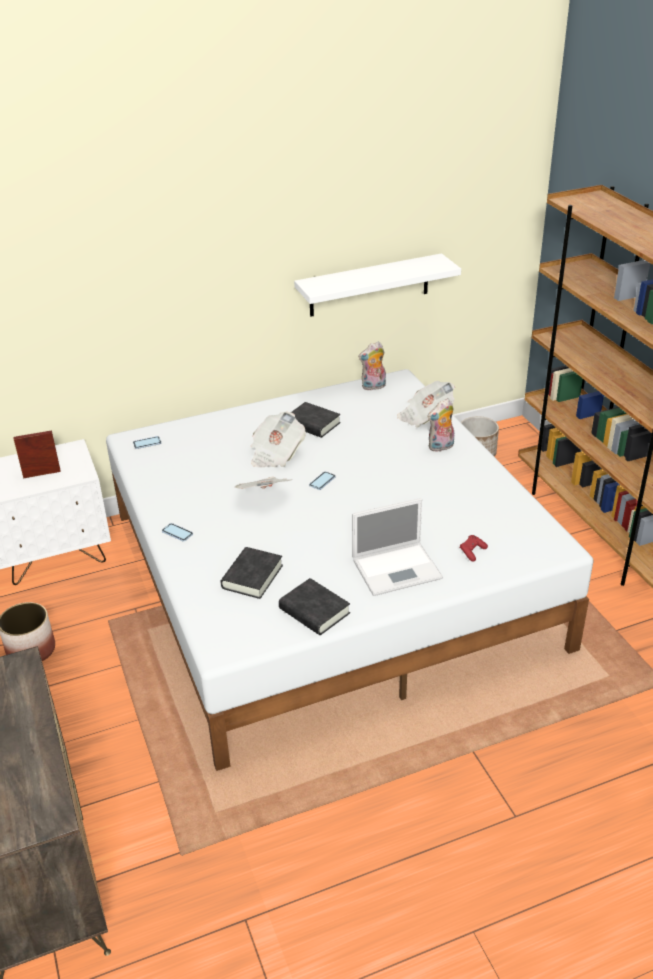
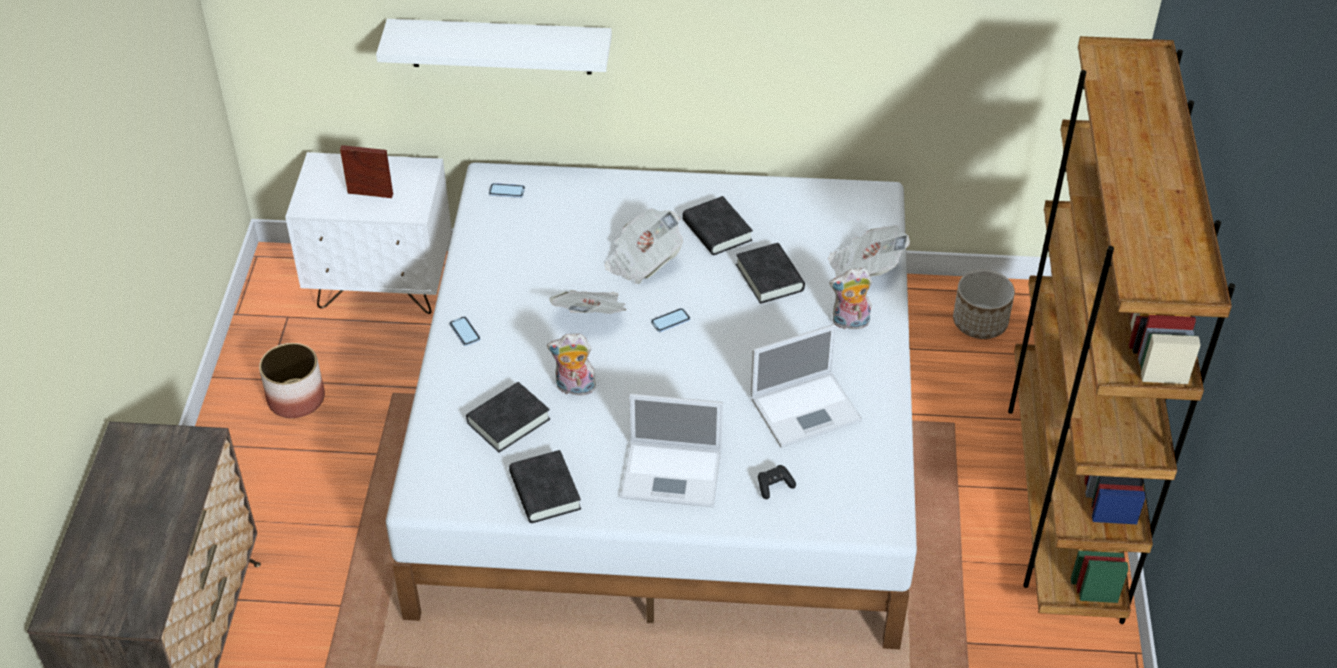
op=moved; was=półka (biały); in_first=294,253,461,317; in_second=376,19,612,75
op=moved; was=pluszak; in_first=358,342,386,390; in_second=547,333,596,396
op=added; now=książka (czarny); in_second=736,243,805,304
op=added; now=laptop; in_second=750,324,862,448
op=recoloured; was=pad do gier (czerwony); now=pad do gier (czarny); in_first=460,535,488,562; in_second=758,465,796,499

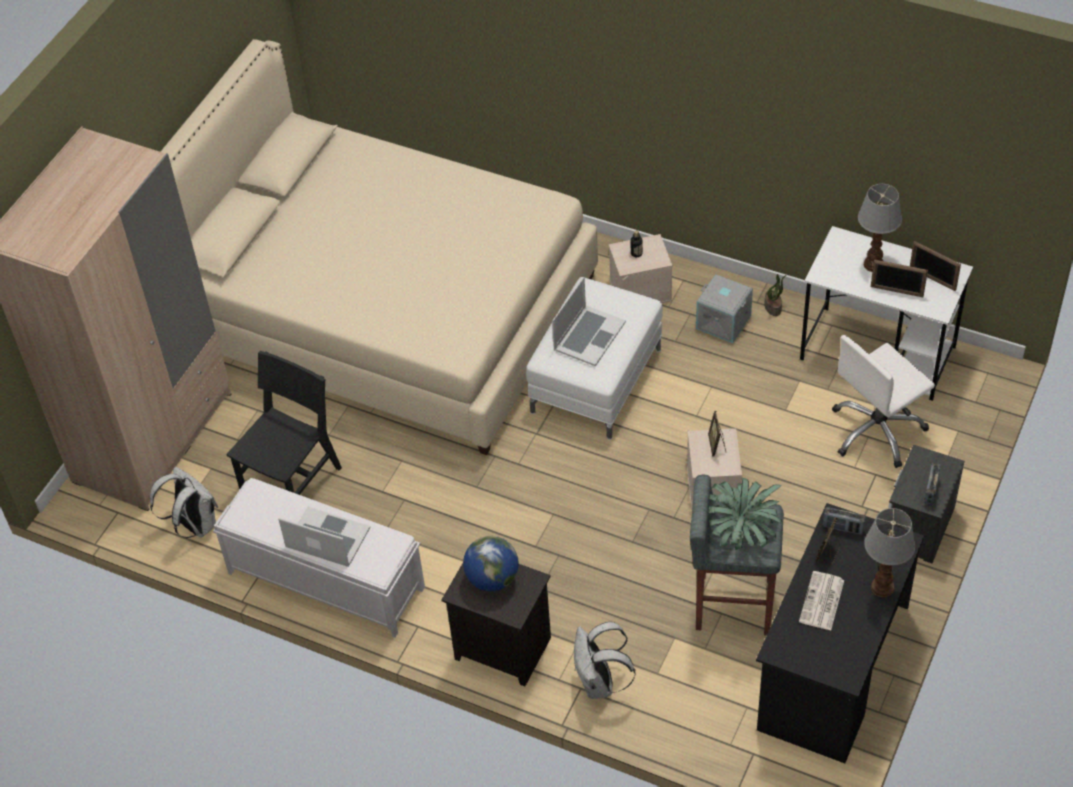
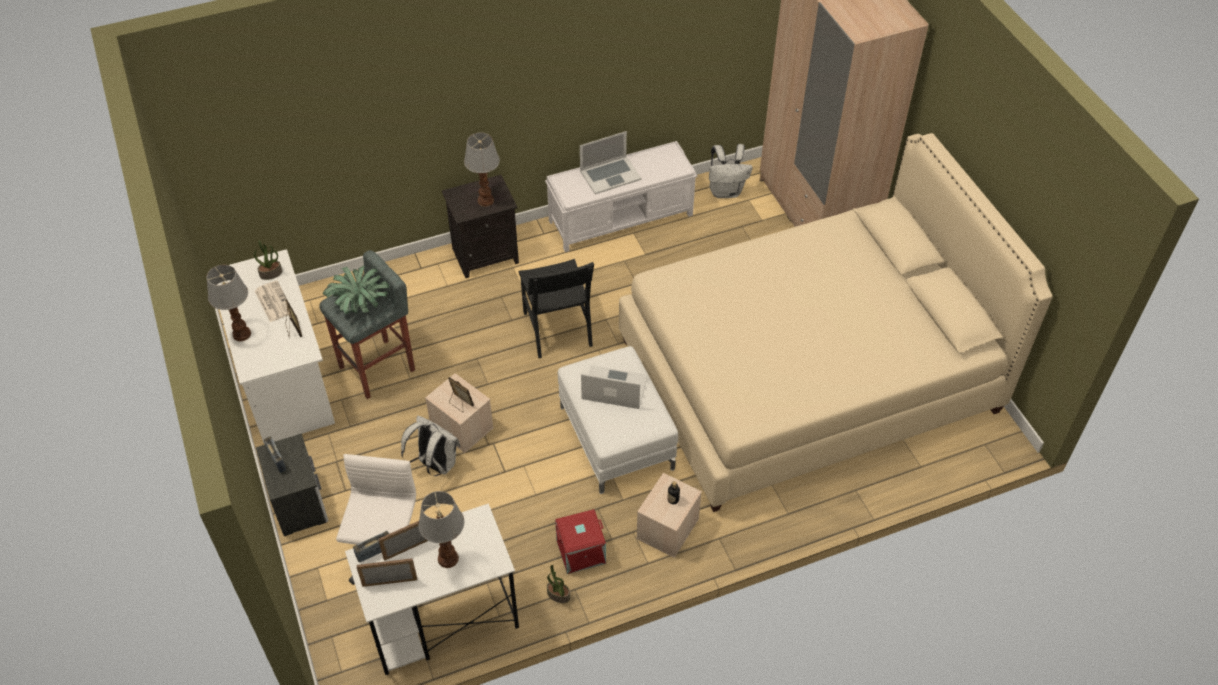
op=recoloured; was=biurko (czarny); now=biurko (biały); in_first=756,503,924,763; in_second=209,249,335,445
op=added; now=roślina doniczkowa; in_second=254,240,282,280
op=moved; was=radio; in_first=823,507,866,535; in_second=353,531,389,562
op=moved; was=plecak (biały); in_first=574,622,636,699; in_second=401,416,461,476
op=replaced; was=globus; now=lampa stołowa; in_first=463,536,519,591; in_second=464,133,500,207
op=moved; was=krzesło (czarny); in_first=226,351,342,495; in_second=519,259,594,358
op=recoloured; was=pojemnik do przechowywania (szary); now=pojemnik do przechowywania (czerwony); in_first=696,274,753,343; in_second=555,509,606,574
op=turned; was=laptop; in_first=552,277,626,366; in_second=581,365,648,409; clockwise=120

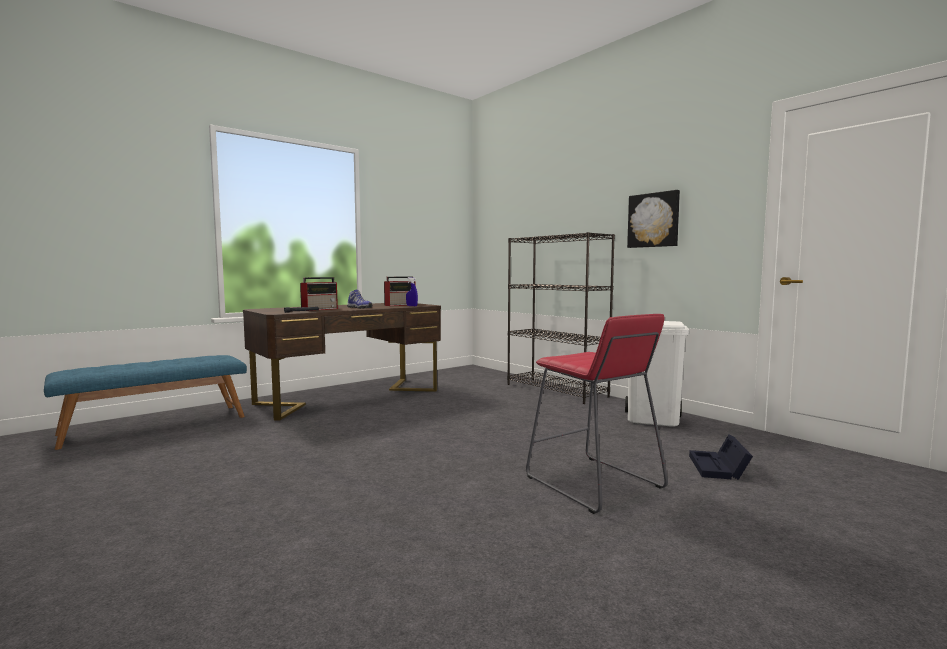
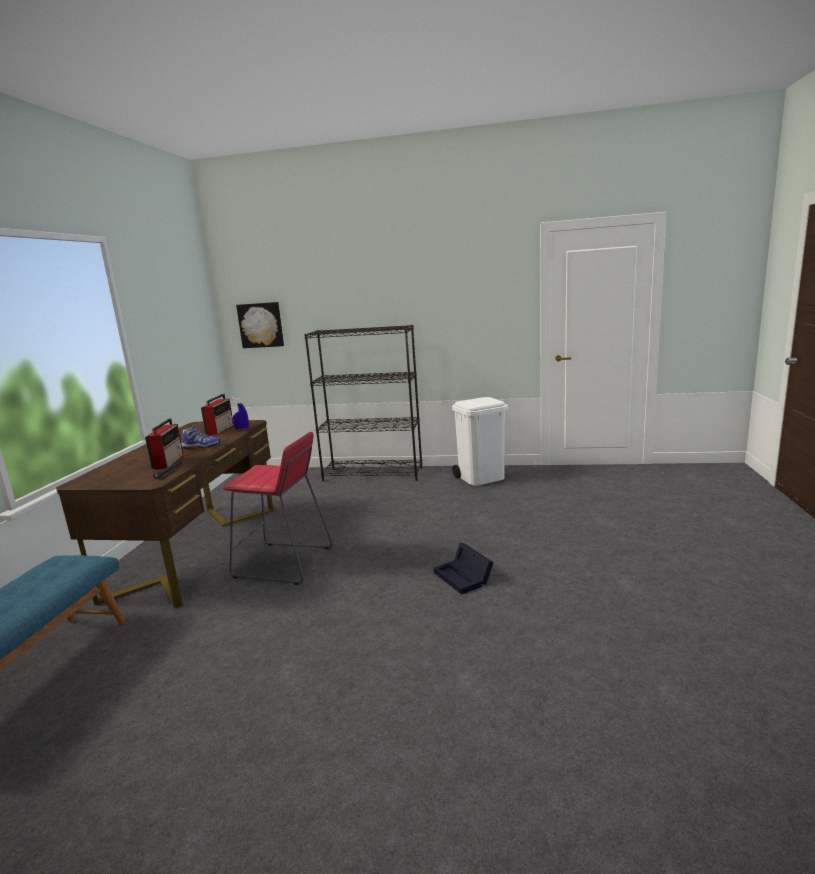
op=moved; was=stołek (czerwony); in_first=526,314,668,514; in_second=223,432,333,585
op=moved; was=obraz; in_first=627,190,680,248; in_second=236,302,284,348
op=moved; was=pojemnik do przechowywania (czarny); in_first=689,434,753,480; in_second=434,543,494,595

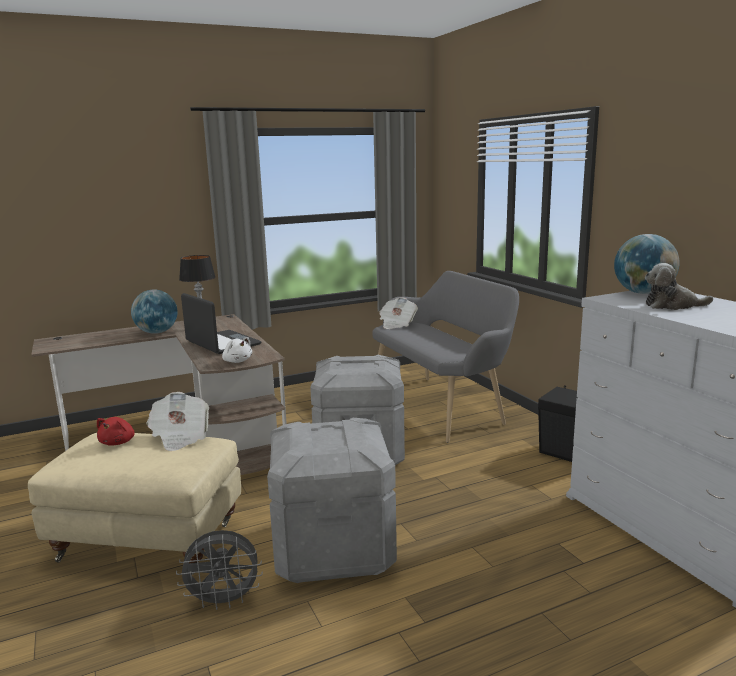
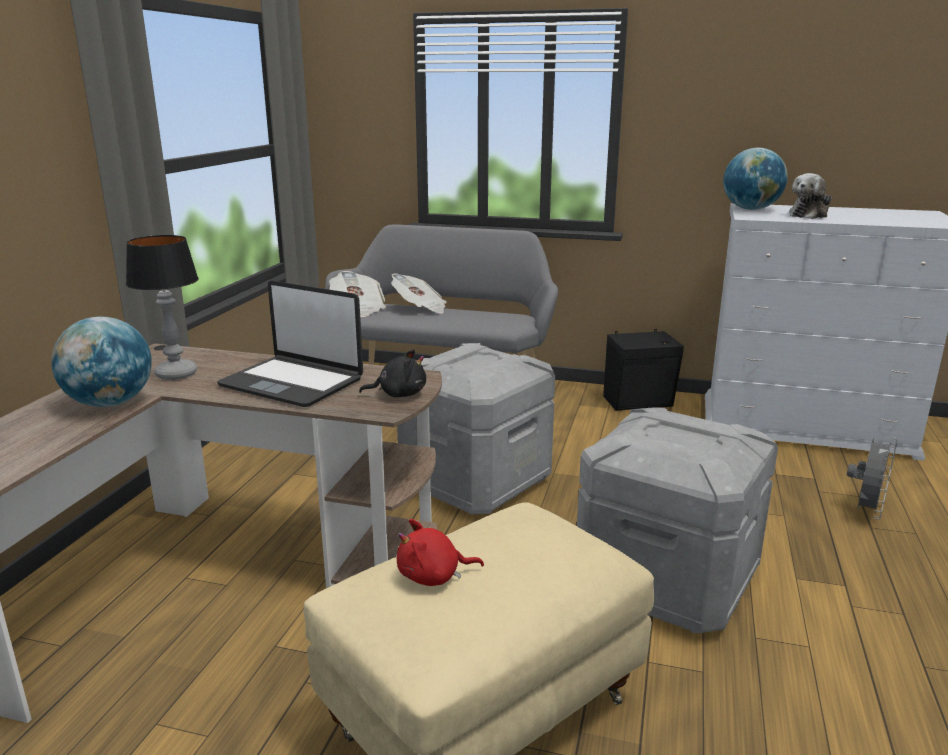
op=turned; was=laptop; in_first=181,293,261,354; in_second=217,280,363,407; clockwise=-150
op=recoloured; was=pluszak (biały); now=pluszak (czarny); in_first=222,337,252,363; in_second=359,350,426,398
op=moved; was=gazeta; in_first=147,392,209,451; in_second=391,273,447,314
op=turned; was=pluszak (czerwony); in_first=97,417,135,446; in_second=397,519,484,586; clockwise=120
op=moved; was=wentylator (szary); in_first=176,530,263,610; in_second=847,437,898,520

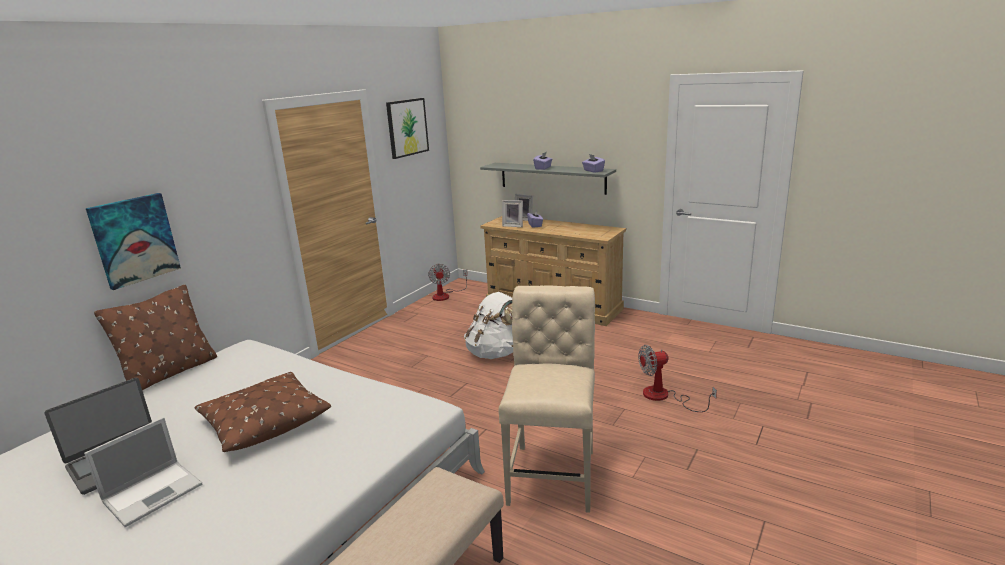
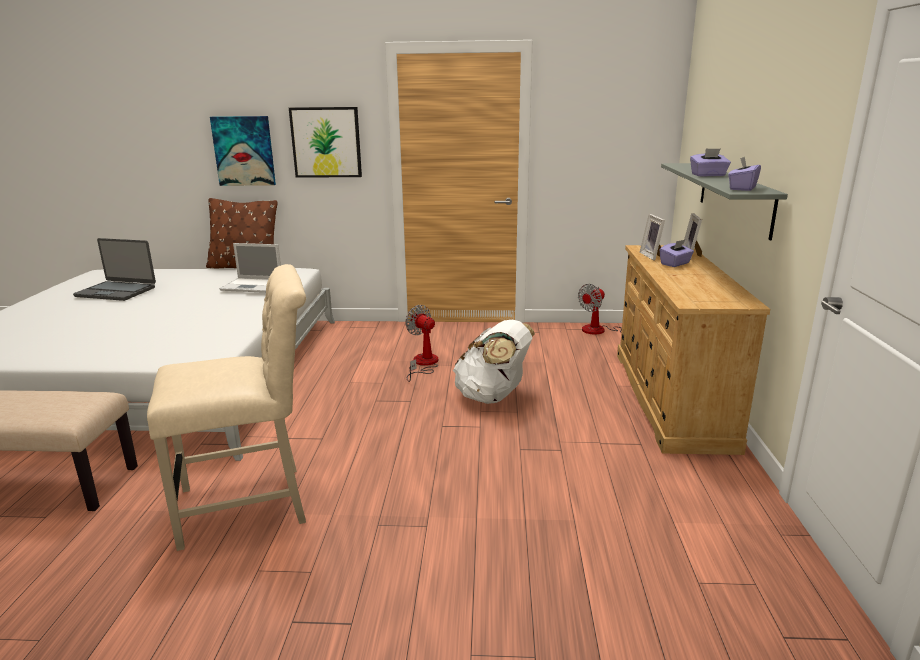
op=moved; was=laptop; in_first=84,417,202,527; in_second=220,243,281,293
op=moved; was=obraz; in_first=386,98,429,159; in_second=289,107,362,178
op=moved; was=wentylator; in_first=638,345,717,412; in_second=405,305,438,382
op=removed; was=poduszka (brązowy); in_first=195,372,331,452

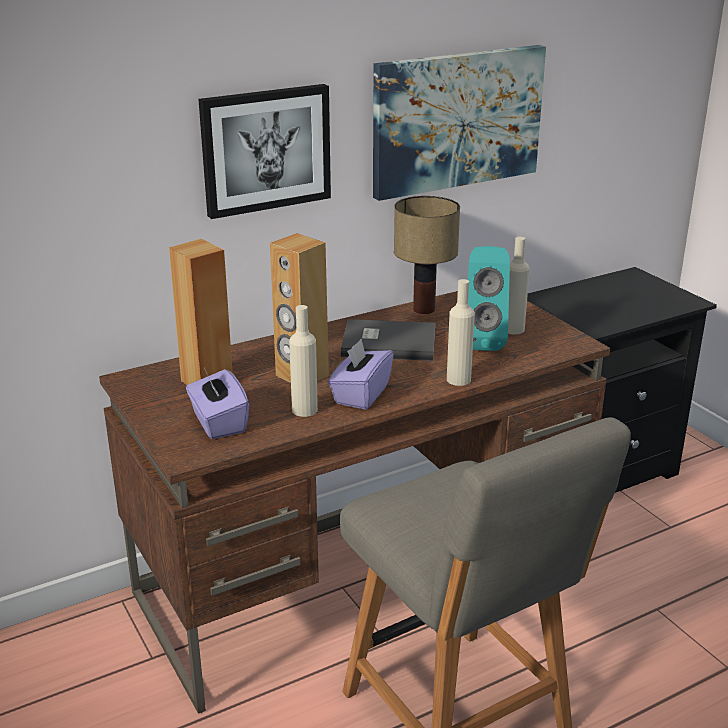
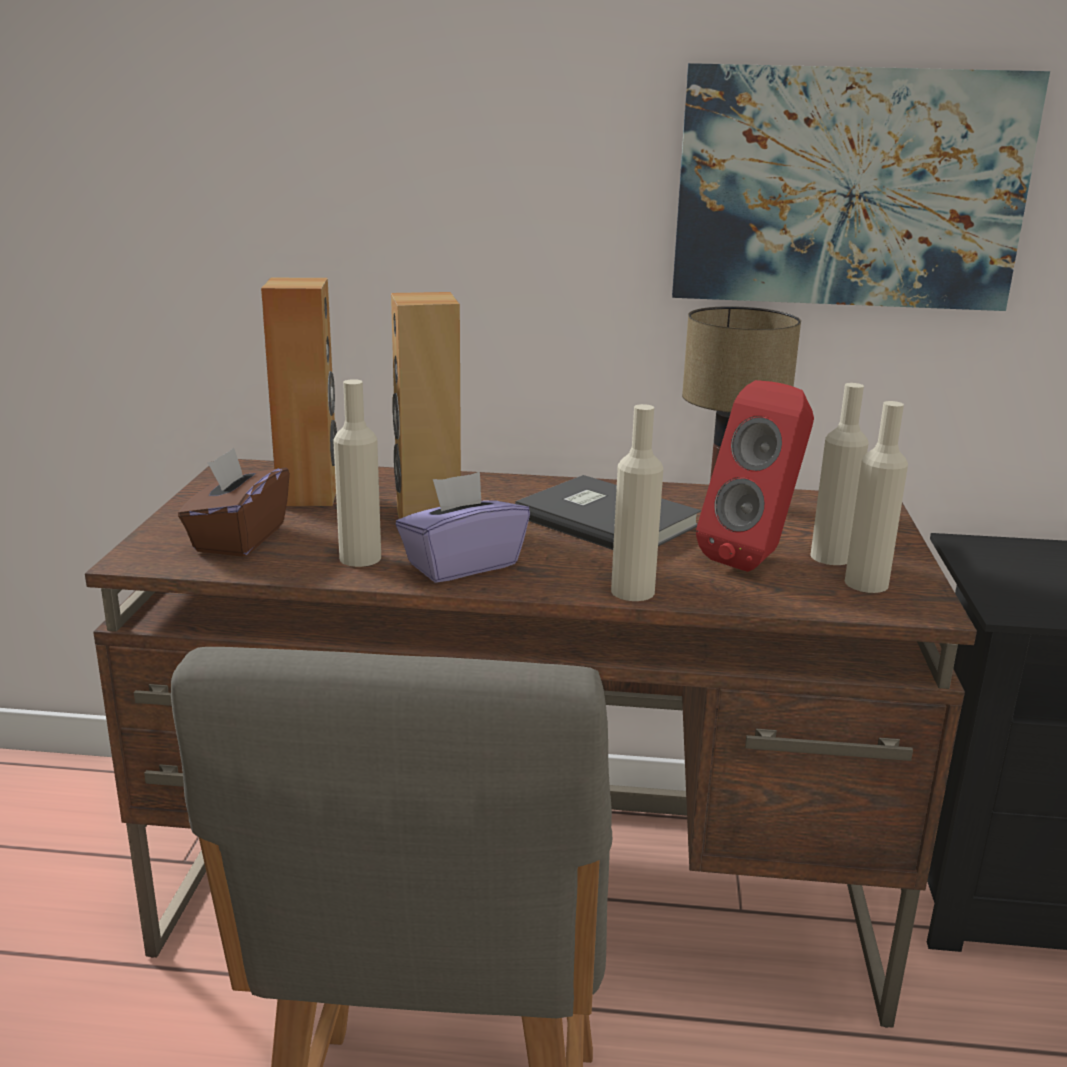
op=recoloured; was=pudełko chusteczek (fioletowy); now=pudełko chusteczek (brązowy); in_first=186,368,249,439; in_second=178,447,290,557
op=recoloured; was=głośnik (turkusowy); now=głośnik (czerwony); in_first=468,246,510,351; in_second=696,380,814,572
op=added; now=butelka (beżowy); in_second=845,401,908,593
op=removed; was=obraz; in_first=198,84,331,219

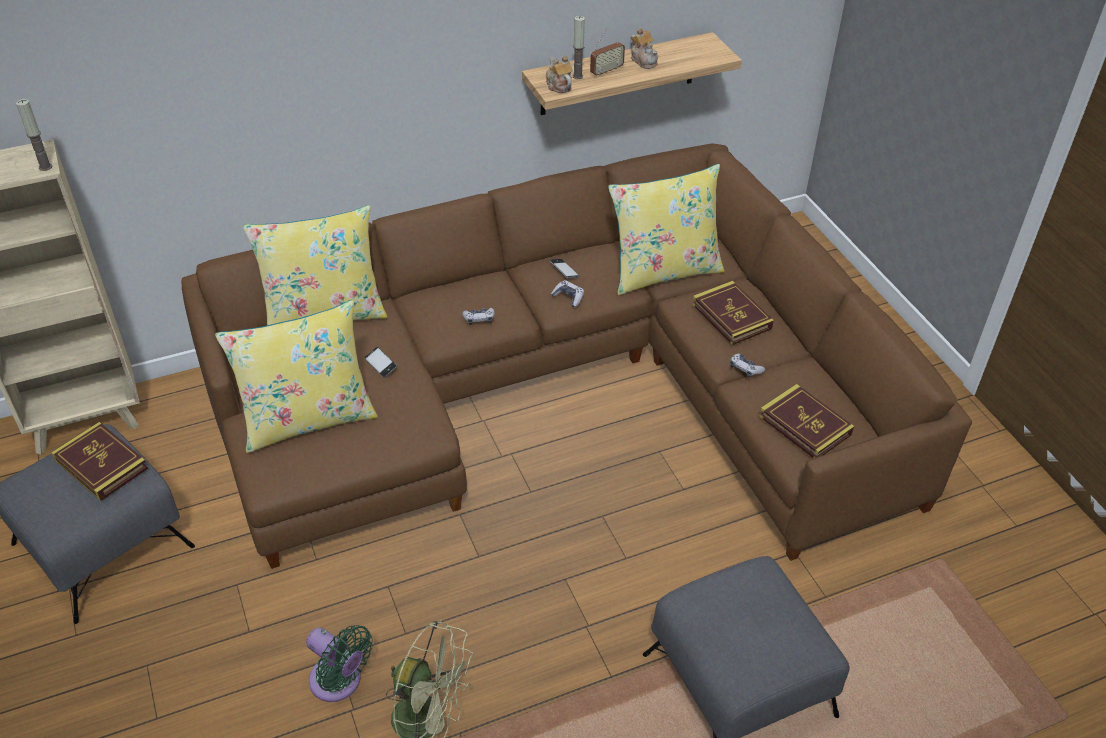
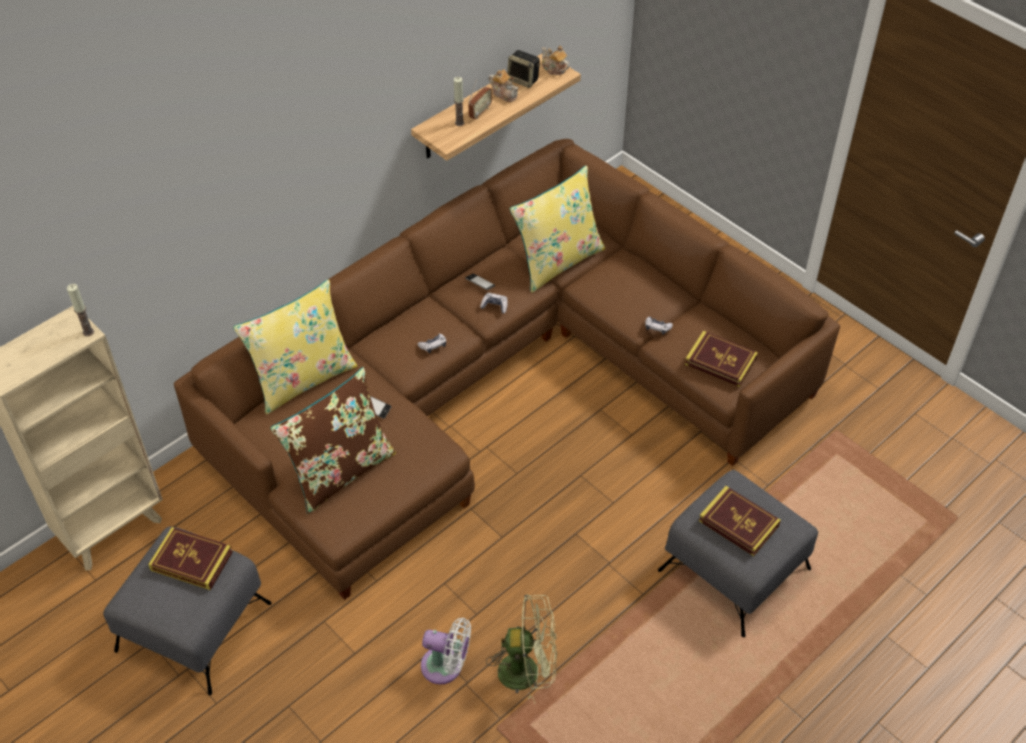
op=recoloured; was=poduszka (żółty); now=poduszka (brązowy); in_first=215,300,378,453; in_second=270,367,396,514
op=recoloured; was=wentylator (zielony); now=wentylator (biały); in_first=306,625,373,702; in_second=421,618,471,685
op=added; now=głośnik; in_second=507,50,540,88
op=moved; was=imbryk; in_first=546,56,573,93; in_second=542,45,570,75
op=moved; was=książka; in_first=692,281,774,346; in_second=699,486,781,556

